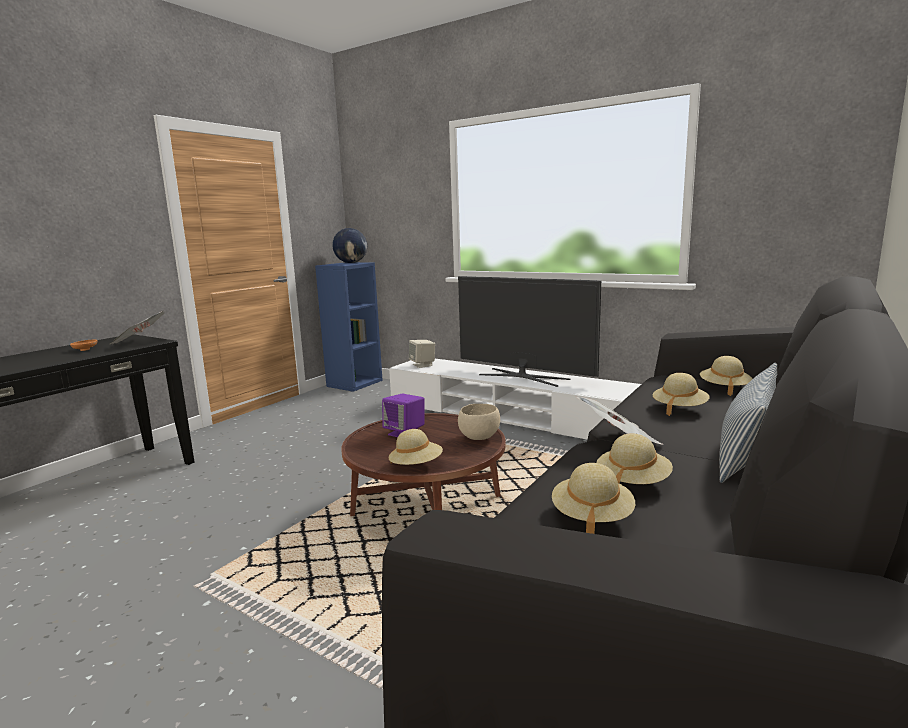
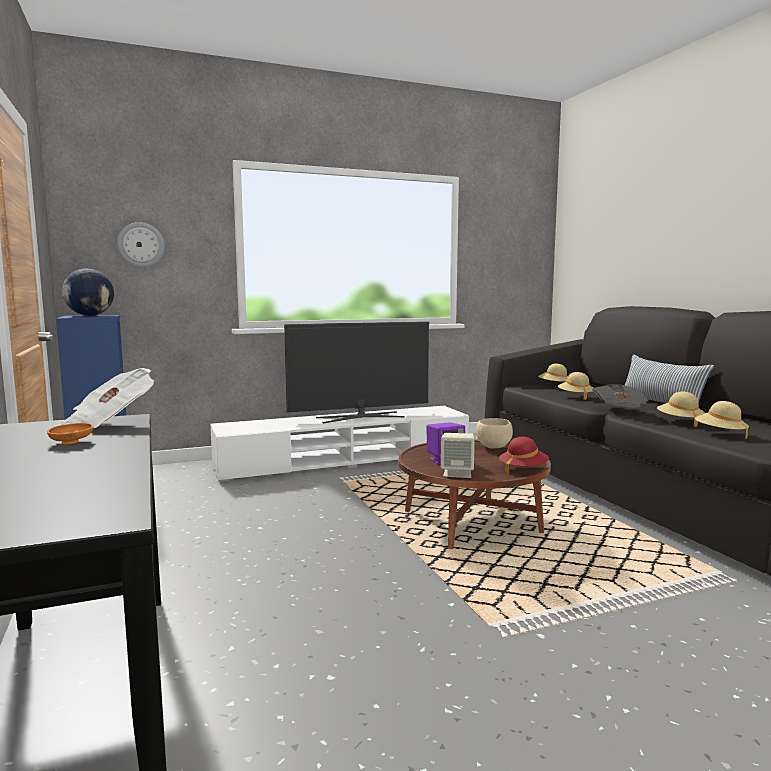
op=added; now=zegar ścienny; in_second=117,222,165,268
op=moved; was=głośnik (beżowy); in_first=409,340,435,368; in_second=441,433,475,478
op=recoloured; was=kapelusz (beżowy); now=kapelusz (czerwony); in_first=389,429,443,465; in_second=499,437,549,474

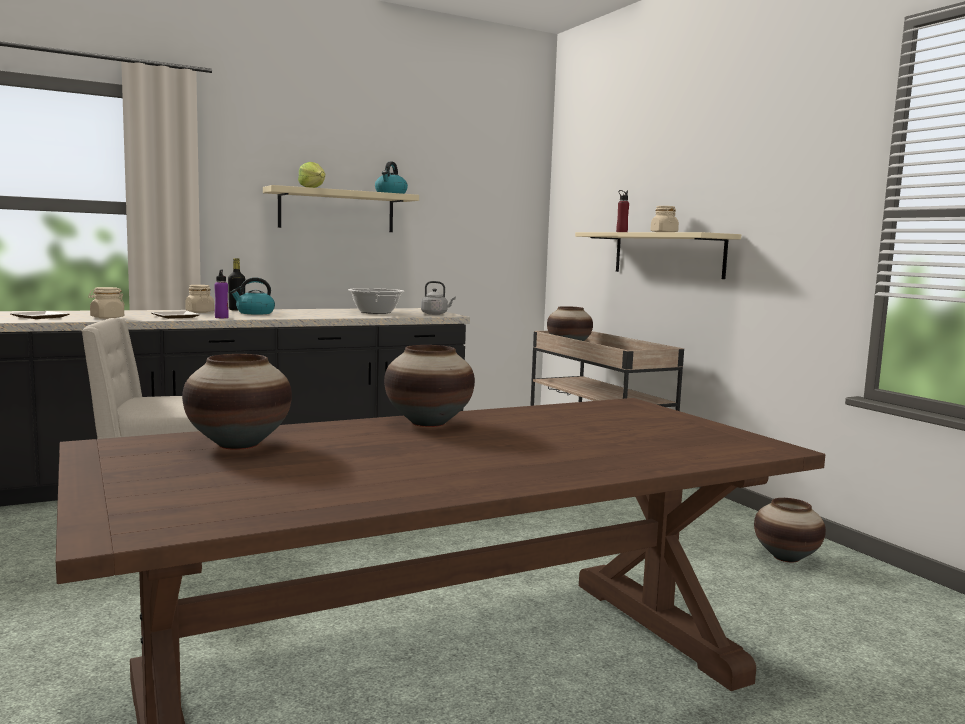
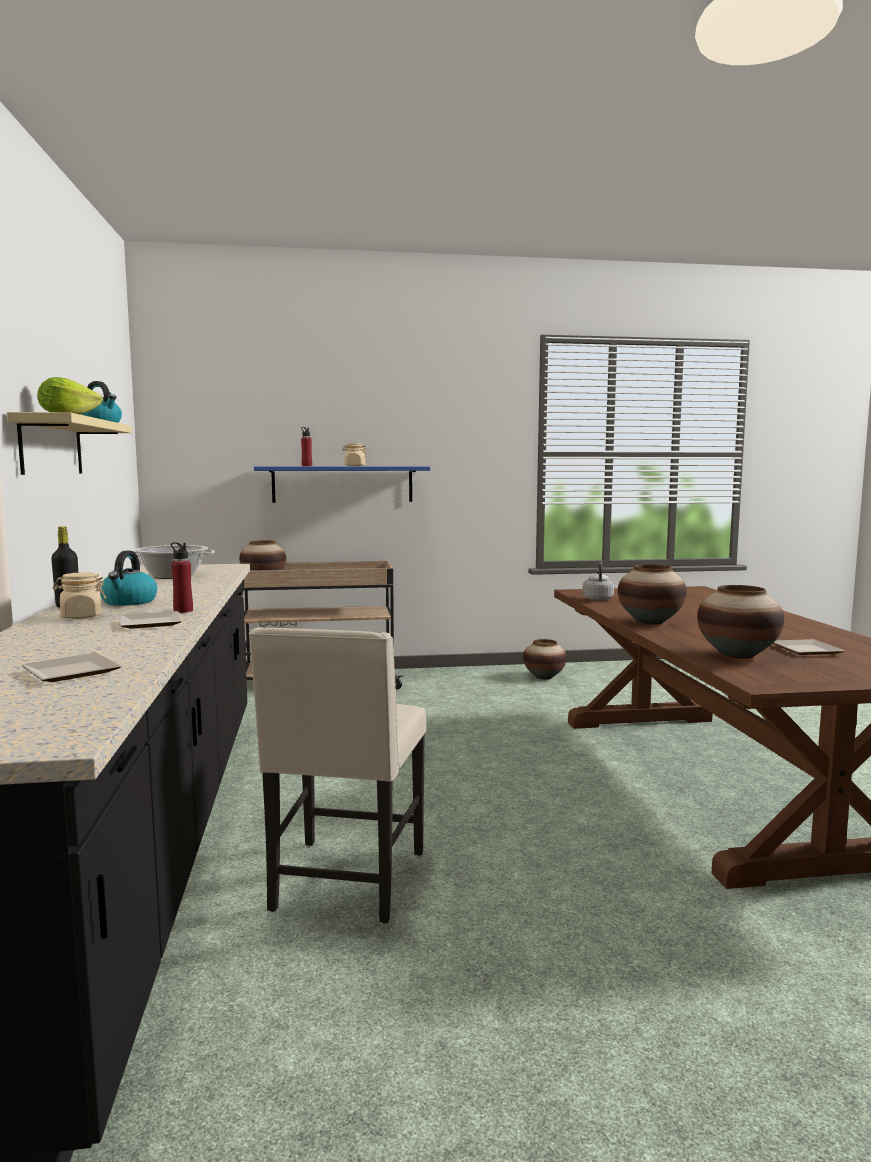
op=recoloured; was=butelka (fioletowy); now=butelka (czerwony); in_first=214,270,229,318; in_second=171,542,193,613
op=recoloured; was=półka (beżowy); now=półka (niebieski); in_first=575,232,741,279; in_second=254,467,430,503
op=moved; was=czajnik (szary); in_first=421,281,456,315; in_second=582,561,614,601
op=added; now=talerz; in_second=773,639,845,655
op=removed; was=słoik (beżowy); in_first=88,287,125,319

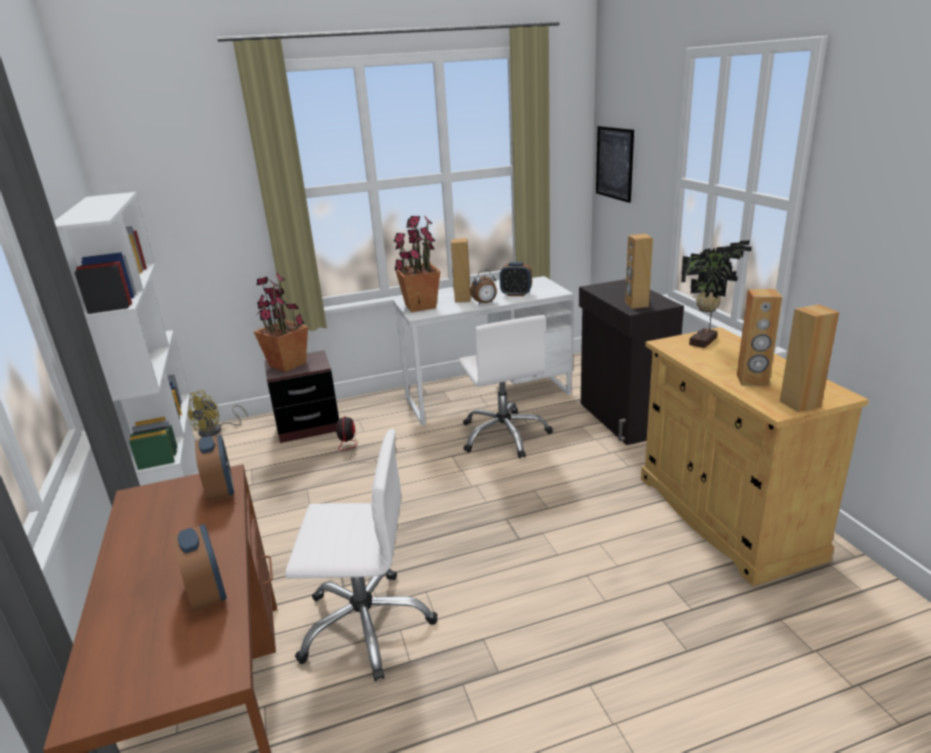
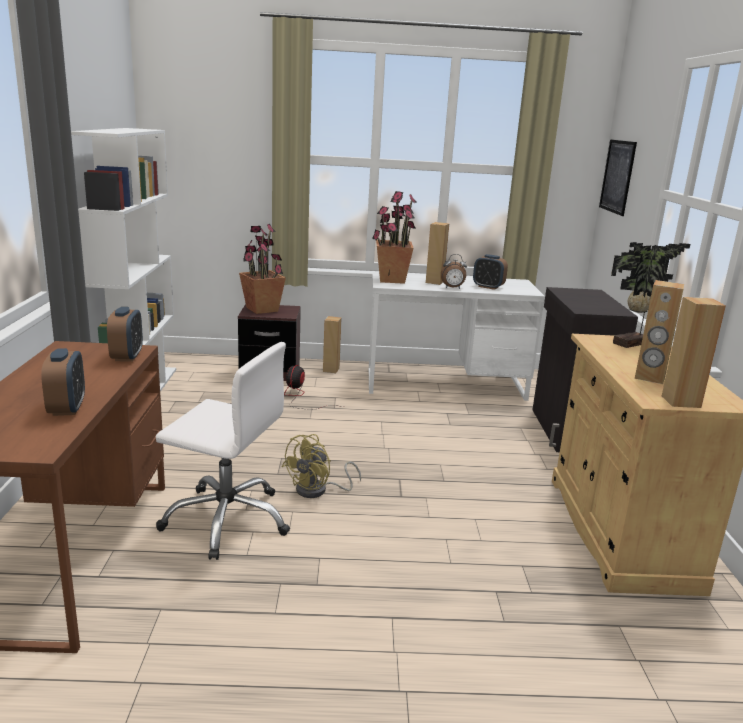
op=moved; was=wentylator (żółty); in_first=188,390,248,437; in_second=282,434,361,498
op=moved; was=głośnik (brązowy); in_first=625,234,653,309; in_second=323,316,342,373
op=removed; was=krzesło biurowe (biały); in_first=458,315,553,459

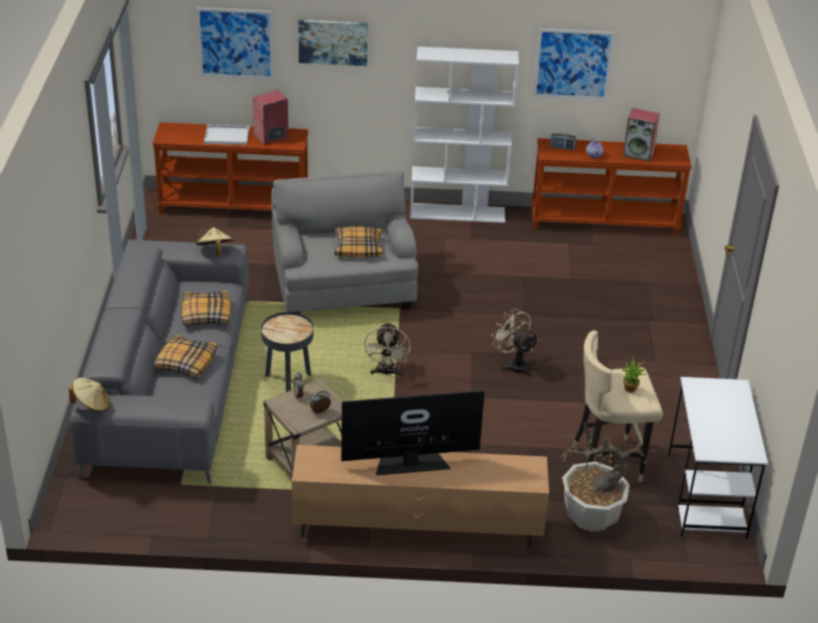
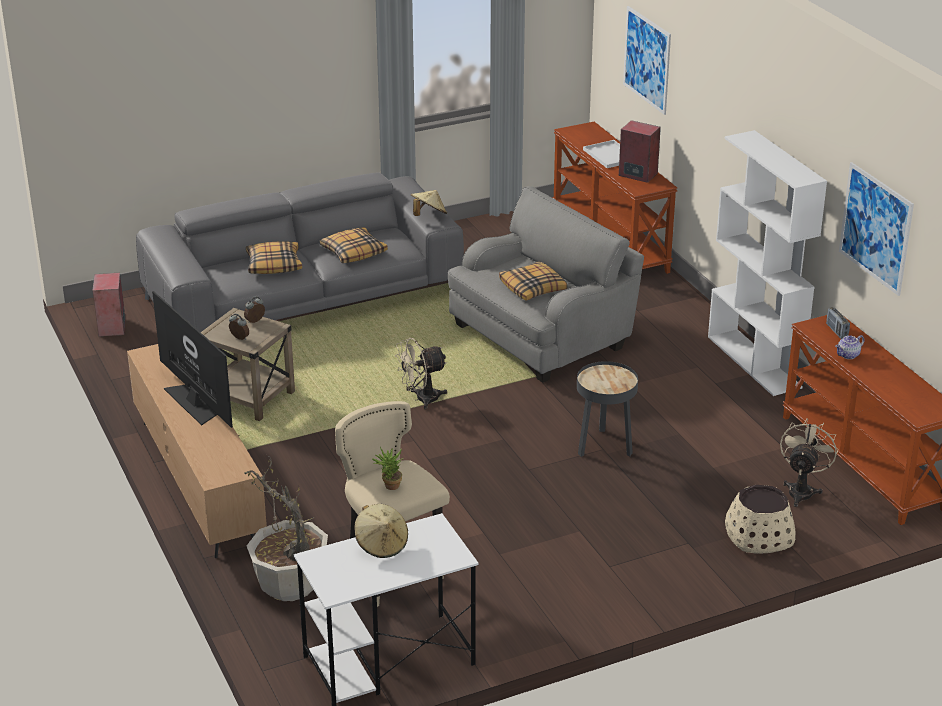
op=moved; was=głośnik; in_first=622,108,660,162; in_second=93,273,126,337
op=moved; was=kapelusz (beżowy); in_first=68,378,110,412; in_second=354,504,408,558
op=moved; was=stolik (czarny); in_first=261,312,313,392; in_second=577,361,638,457
op=added; now=donica (beżowy); in_second=725,485,796,554
op=moved; was=wentylator (beżowy); in_first=491,308,539,377; in_second=780,418,839,507
op=removed; was=obraz; in_first=298,20,368,66

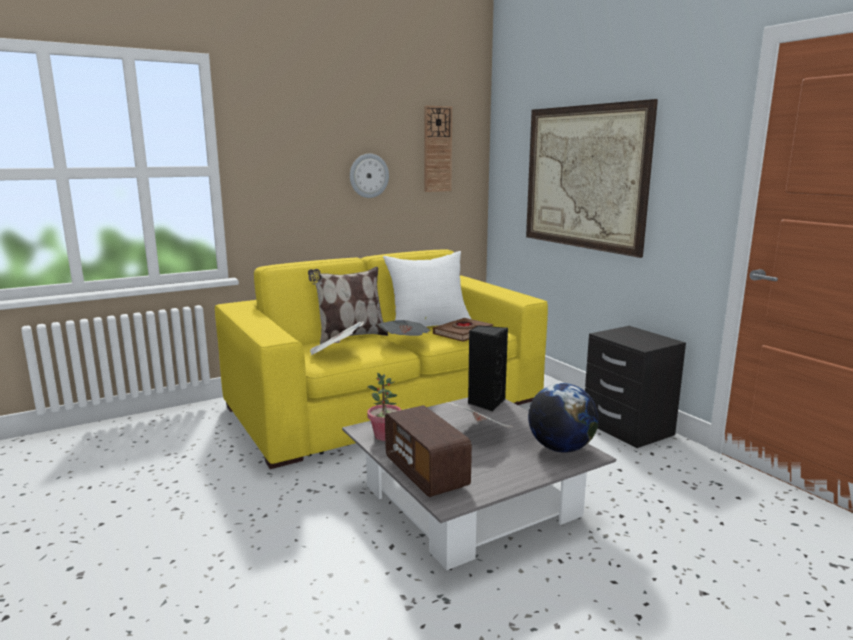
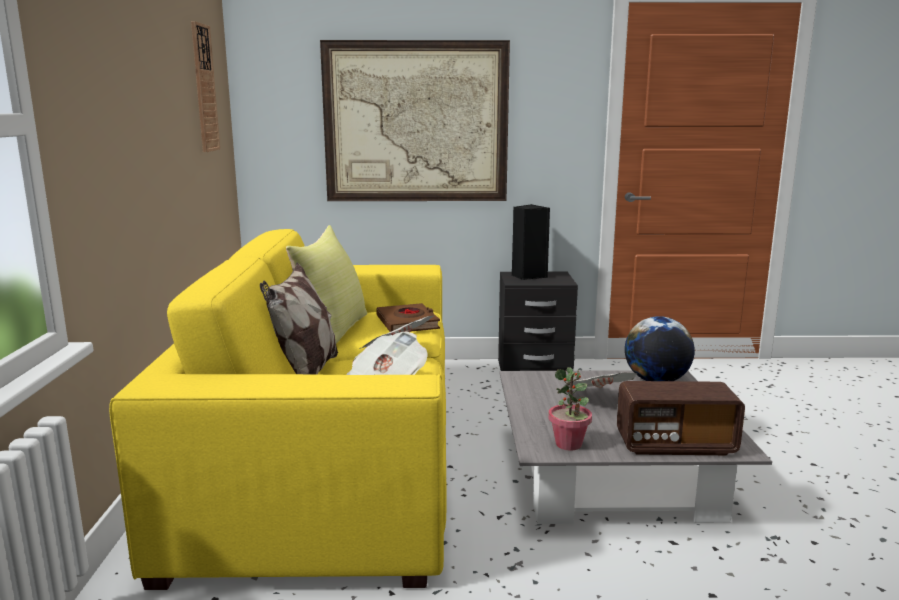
op=recoloured; was=poduszka (biały); now=poduszka (żółty); in_first=383,251,471,327; in_second=286,225,367,343
op=moved; was=głośnik (czarny); in_first=468,325,508,411; in_second=512,204,550,280
op=removed; was=zegar ścienny; in_first=350,154,389,198

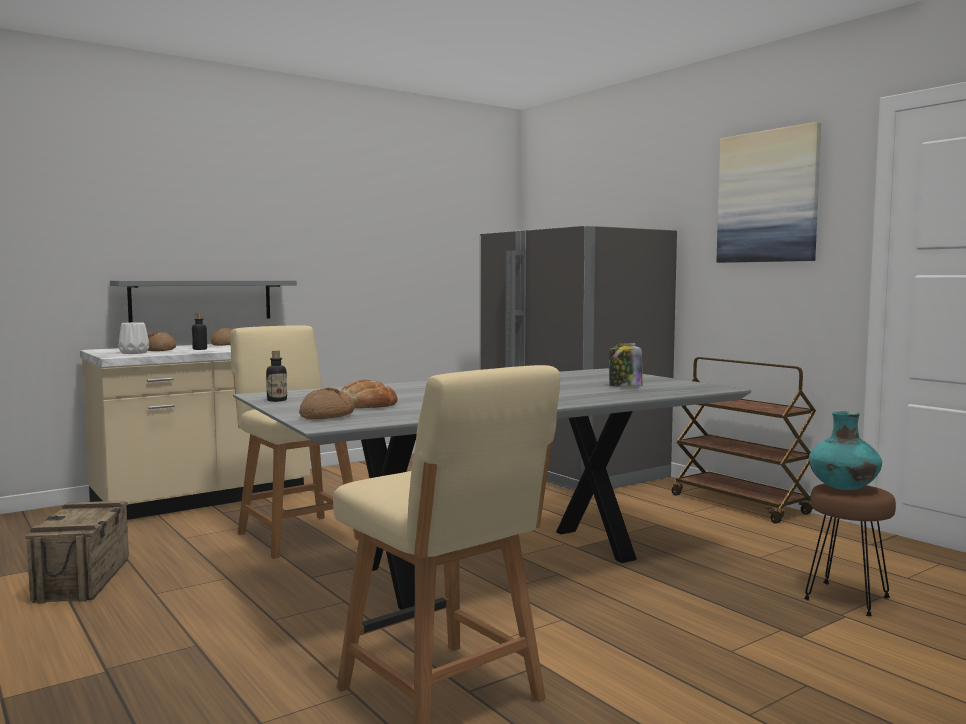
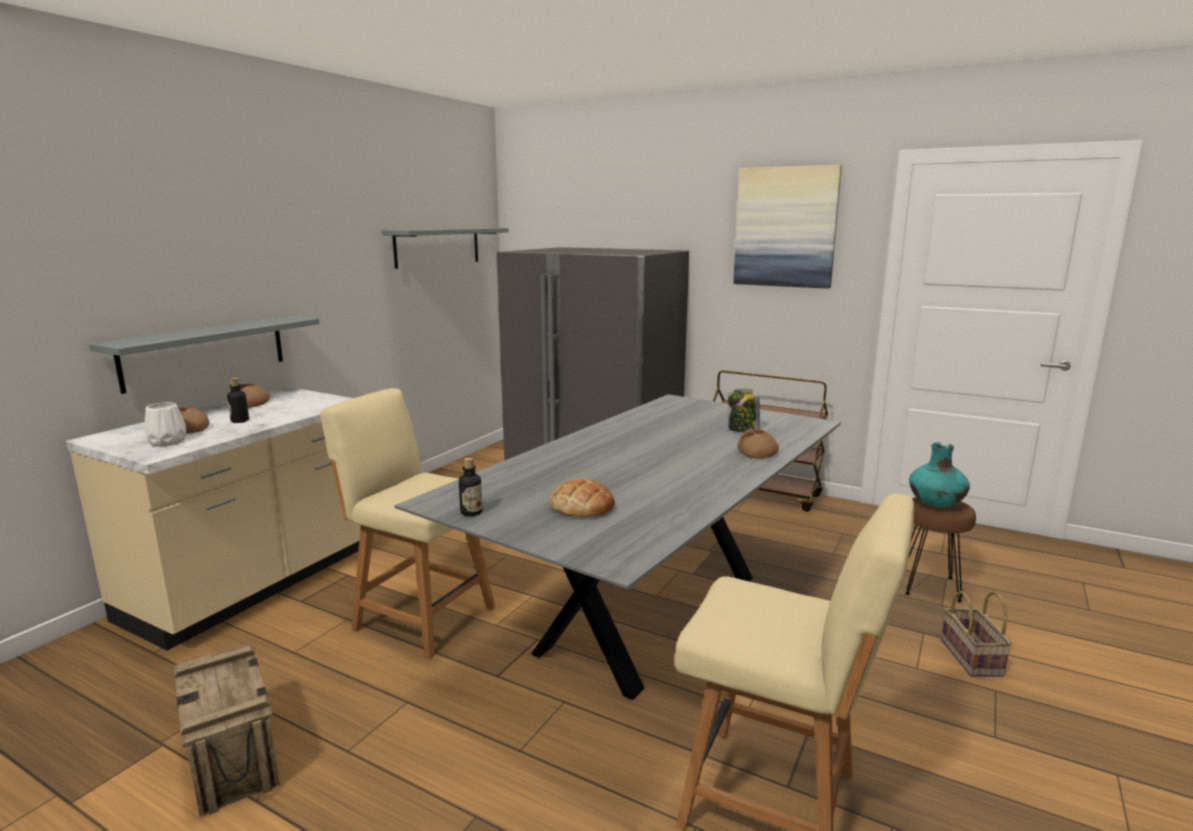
op=added; now=półka (szary); in_second=382,228,509,269
op=moved; was=chleb; in_first=299,388,354,419; in_second=737,429,779,459
op=added; now=koszyk; in_second=941,591,1012,677

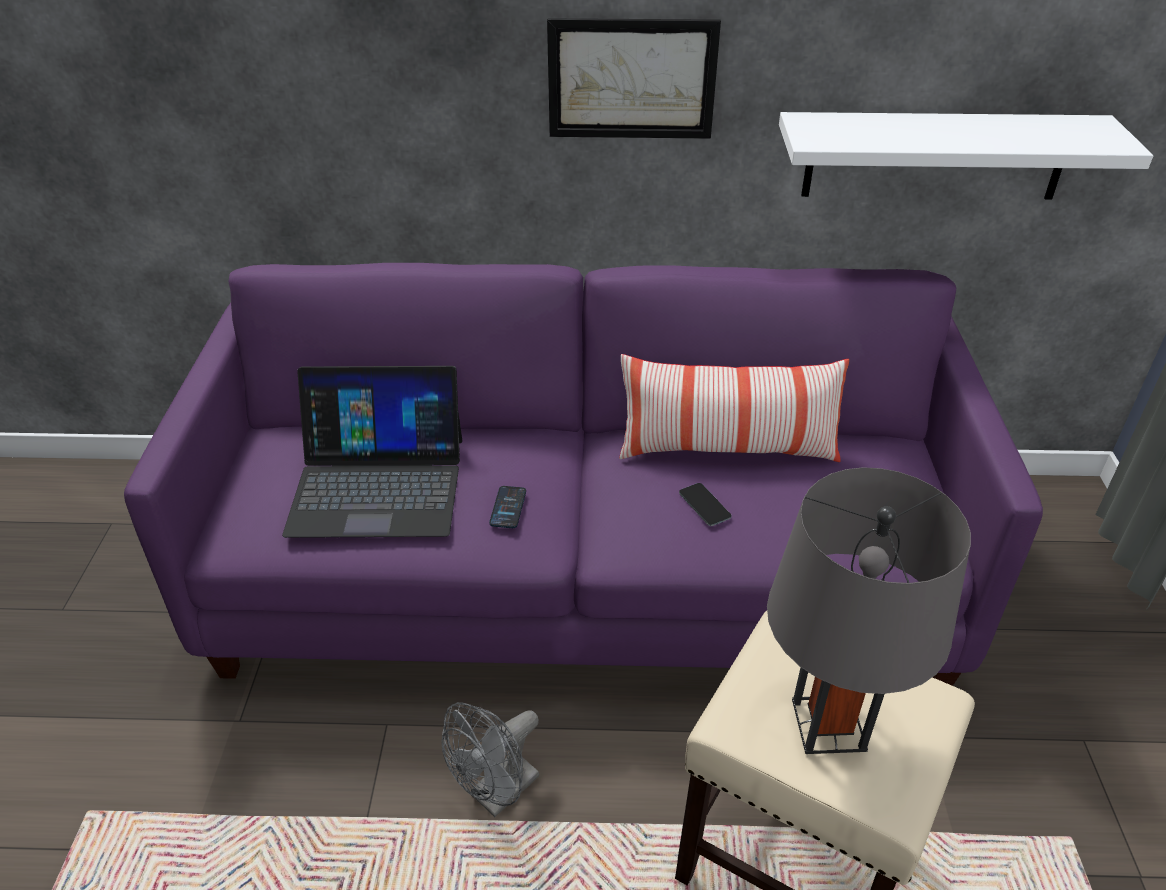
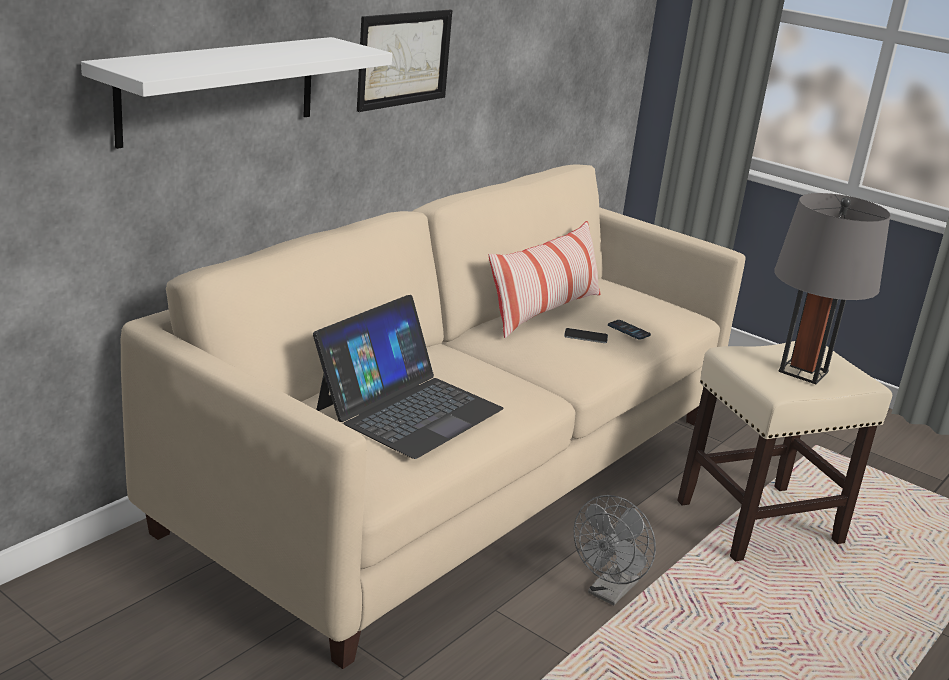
op=moved; was=półka (biały); in_first=779,112,1153,200; in_second=81,37,392,149
op=recoloured; was=kanapa (fioletowy); now=kanapa (beżowy); in_first=124,263,1043,686; in_second=121,164,746,669
op=turned; was=wentylator (szary); in_first=442,702,539,817; in_second=573,495,656,605; clockwise=45
op=moved; was=telefon; in_first=489,486,526,528; in_second=608,320,651,340

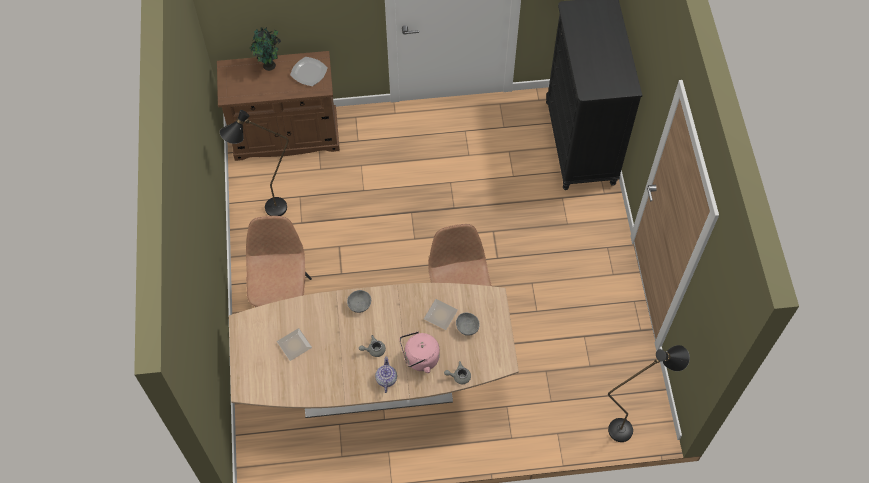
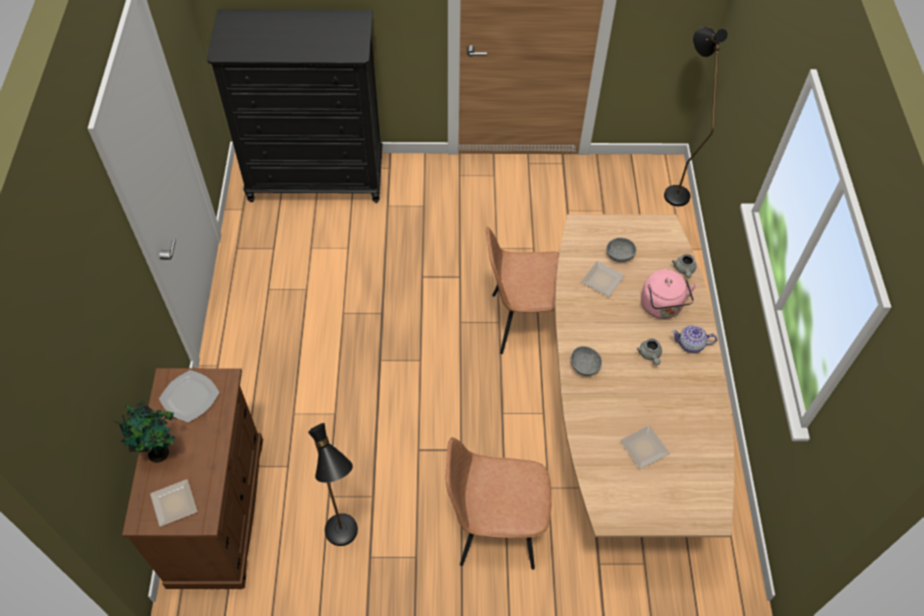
op=added; now=talerz; in_second=150,479,198,527

